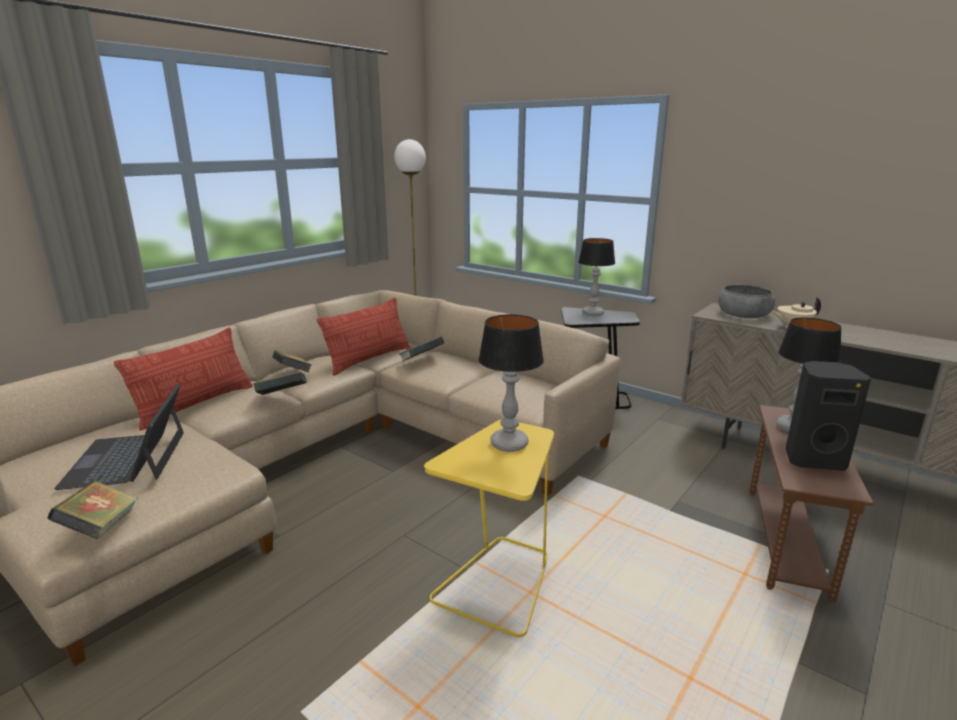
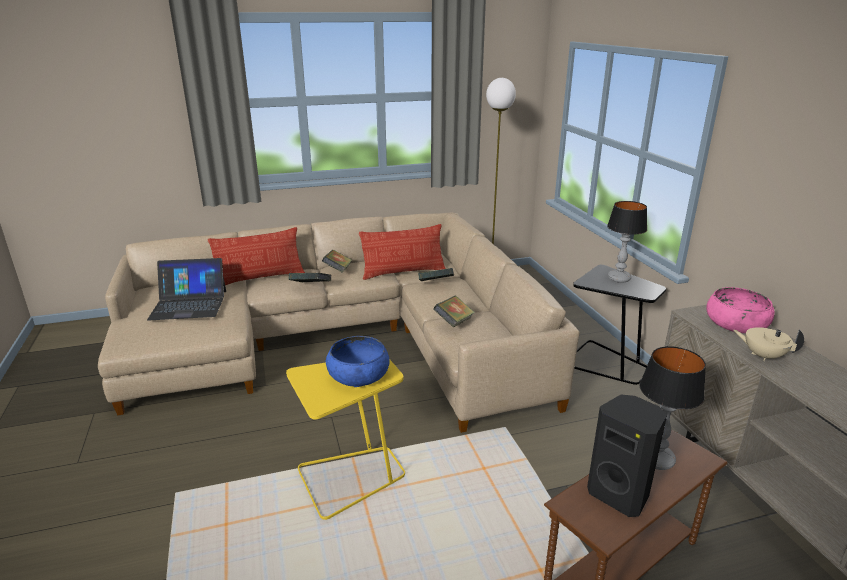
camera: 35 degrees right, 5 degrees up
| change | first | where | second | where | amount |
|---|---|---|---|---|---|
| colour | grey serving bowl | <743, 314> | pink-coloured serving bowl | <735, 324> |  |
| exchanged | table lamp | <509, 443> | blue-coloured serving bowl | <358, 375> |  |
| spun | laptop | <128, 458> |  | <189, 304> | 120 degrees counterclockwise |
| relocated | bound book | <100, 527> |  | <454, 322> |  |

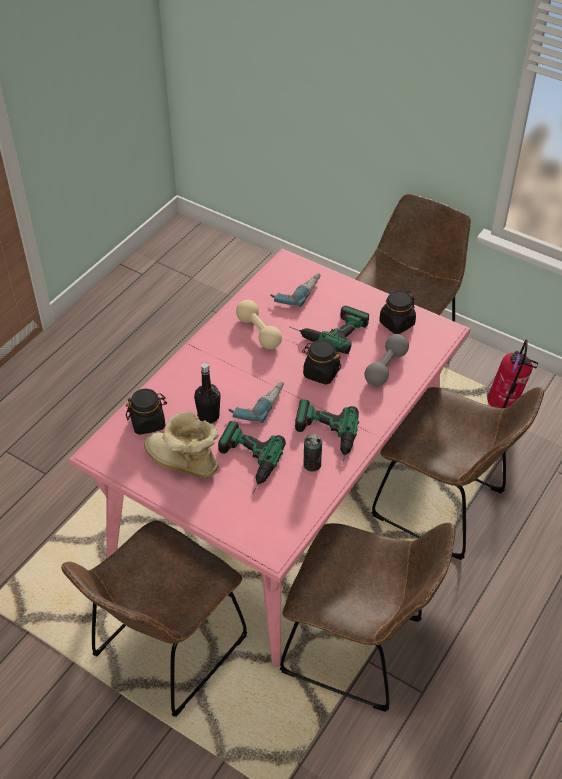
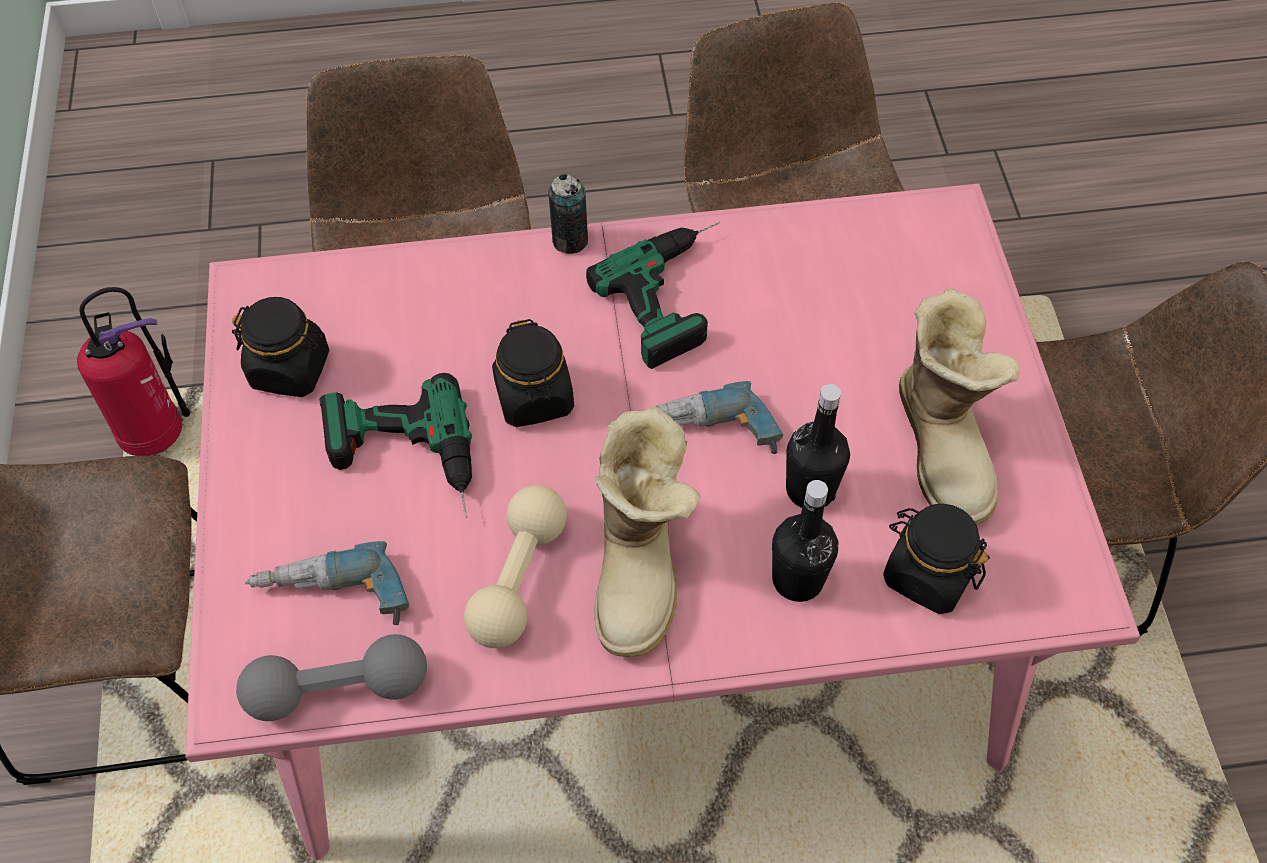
camera: 130 degrees left, 10 degrees up
| change | first | where | second | where | amount |
|---|---|---|---|---|---|
| relocated | grey hand weight | <386, 368> |  | <338, 689> |  |
| missing | drill | <245, 463> |  |  |  |
| relocated | metal can | <312, 464> |  | <570, 241> |  |
| appeared |  |  | high-top boot | <642, 565> |  |
| appeared |  |  | black-coloured beverage bottle | <797, 579> |  |

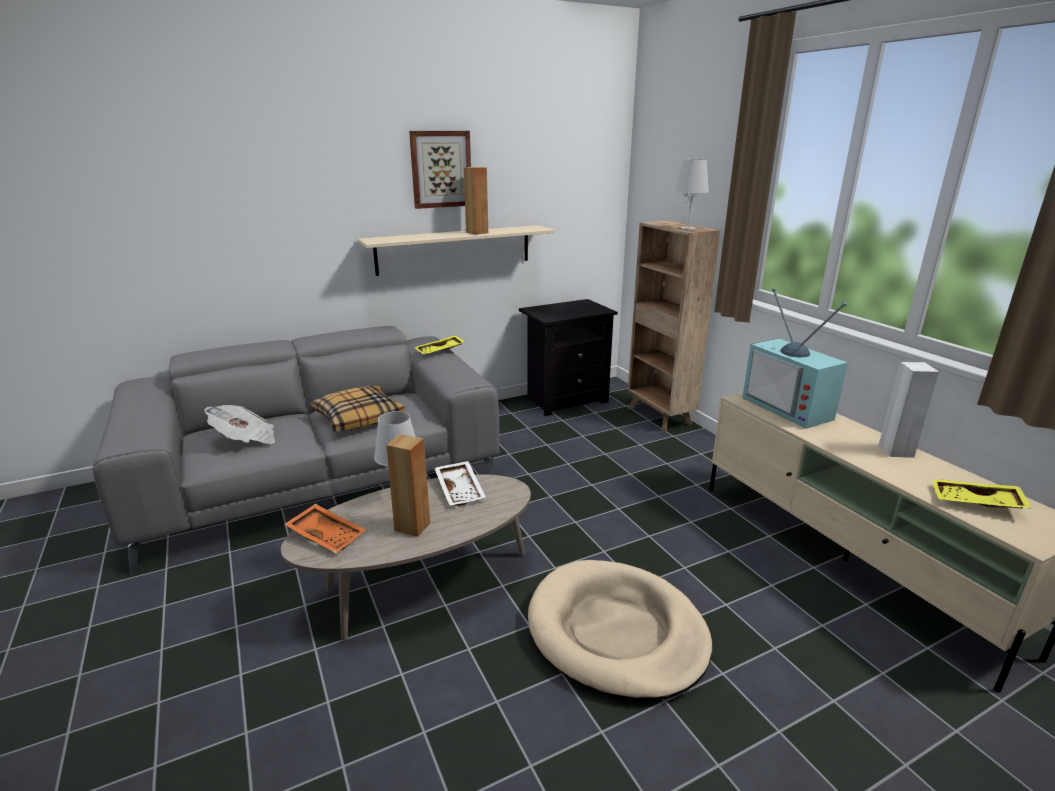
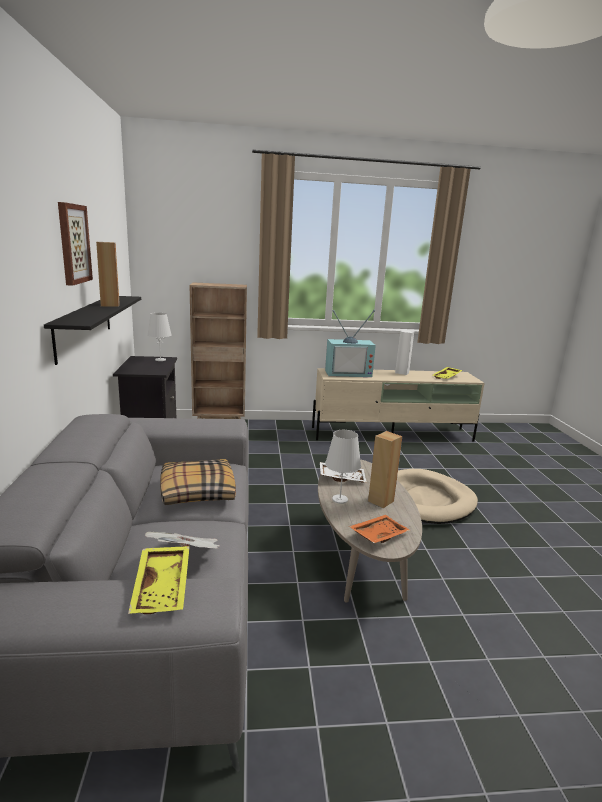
camera: 70 degrees left, 5 degrees down
| change | first | where | second | where | amount |
|---|---|---|---|---|---|
| relocated | white-coloured table lamp | <688, 228> |  | <160, 360> |  |
| colour | beige-coloured wall shelf | <454, 249> | black-coloured wall shelf | <84, 325> |  |
| relocated | yellow-coloured tray | <440, 351> |  | <163, 587> |  |

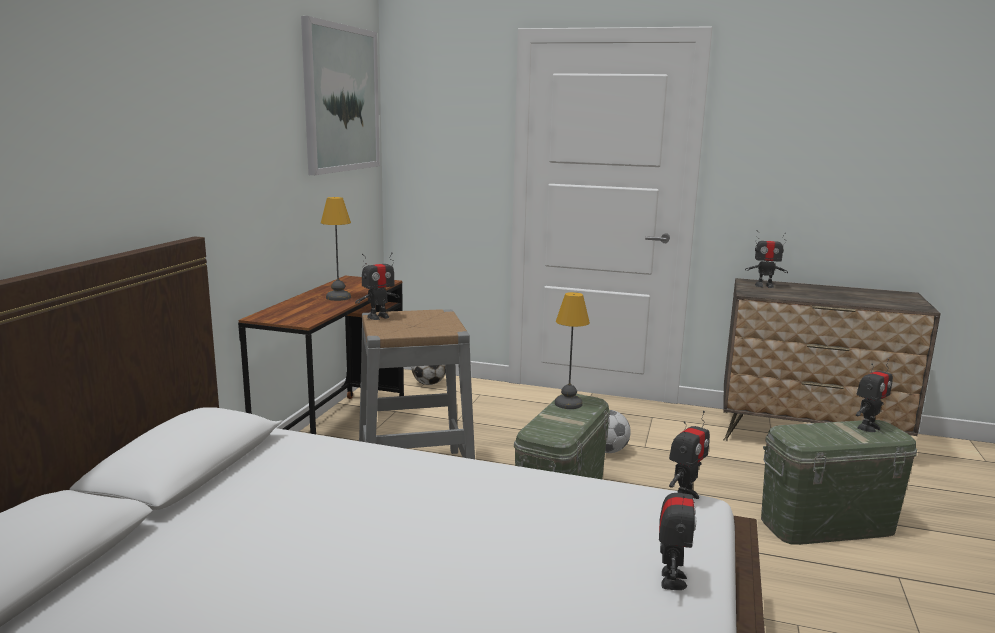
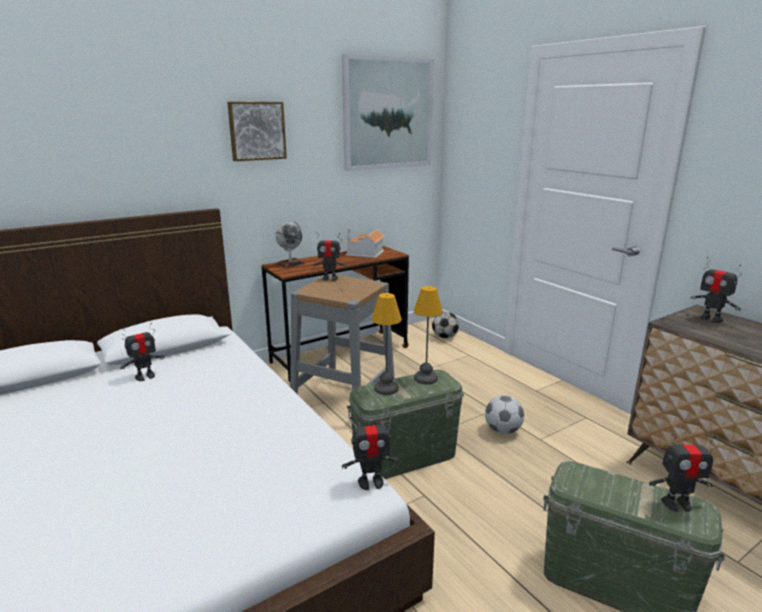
camera: 40 degrees right, 5 degrees up
| change | first | where | second | where | amount |
|---|---|---|---|---|---|
| relocated | table lamp | <338, 297> |  | <386, 388> |  |
| relocated | model robot | <671, 579> |  | <145, 376> |  |
| appeared |  |  | wall art | <256, 131> |  |
| appeared |  |  | world globe | <290, 264> |  |
| appeared |  |  | model house | <365, 253> |  |

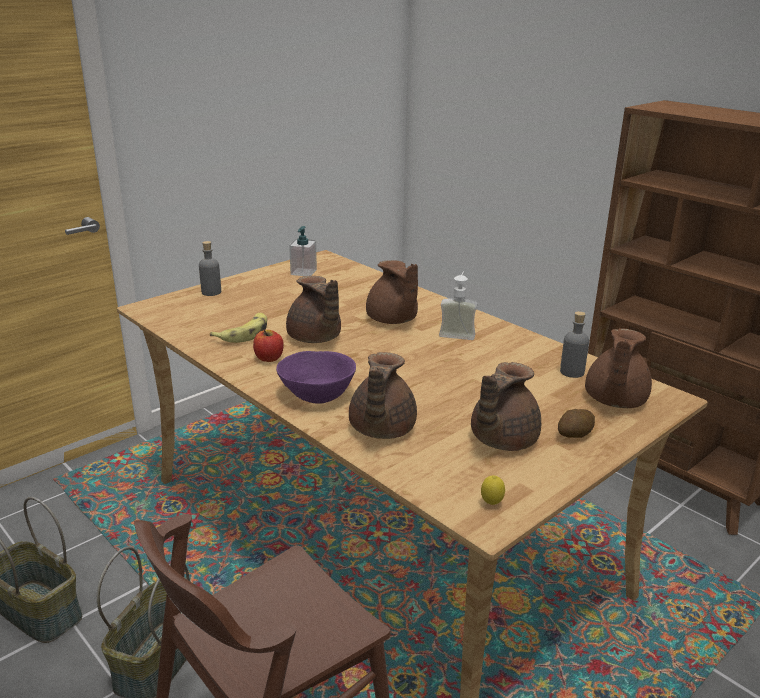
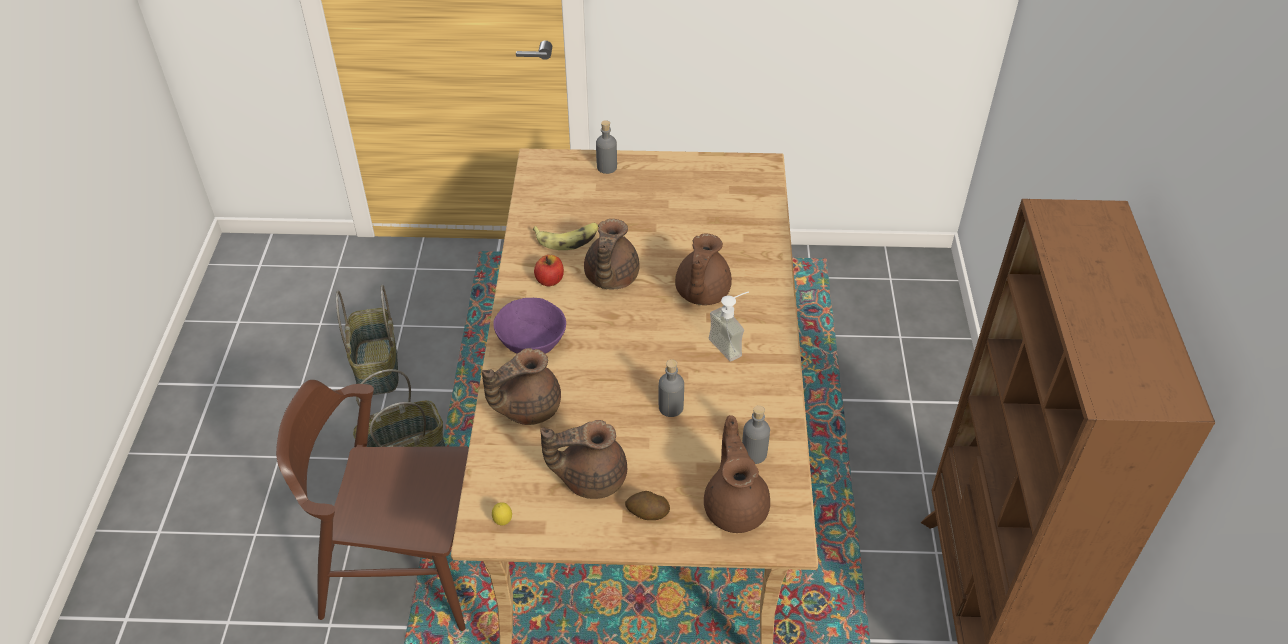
camera: 45 degrees right, 20 degrees up
| change | first | where | second | where | amount |
|---|---|---|---|---|---|
| missing | liquid soap bottle | <303, 272> |  |  |  |
| spun | brown-coloured teapot | <614, 400> |  | <736, 506> | 105 degrees clockwise |
| appeared |  |  | grey beverage bottle | <670, 407> |  |

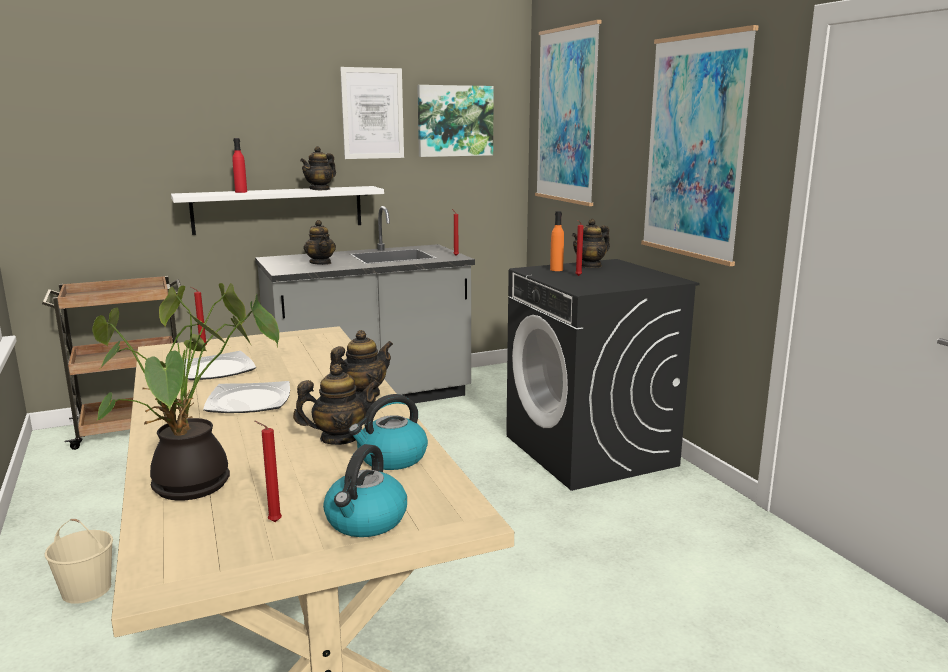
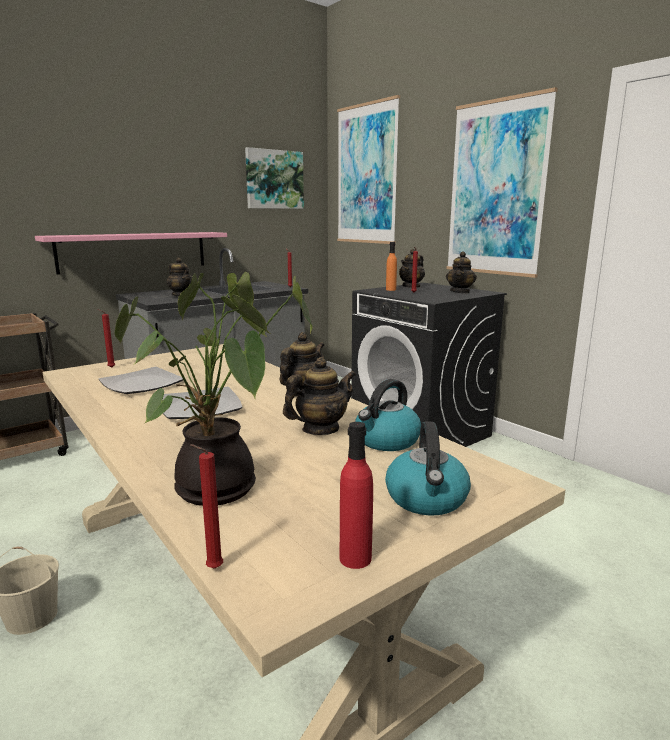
camera: 15 degrees left, 0 degrees up
| change | first | where | second | where | amount |
|---|---|---|---|---|---|
| missing | wall art | <372, 113> |  |  |  |
| relocated | red beverage bottle | <241, 192> |  | <355, 558> |  |
| relocated | teapot | <320, 189> |  | <460, 292> |  |
| colour | white-coloured wall shelf | <278, 209> | pink-coloured wall shelf | <134, 251> |  |
| relocated | red candle | <272, 522> |  | <212, 569> |  |

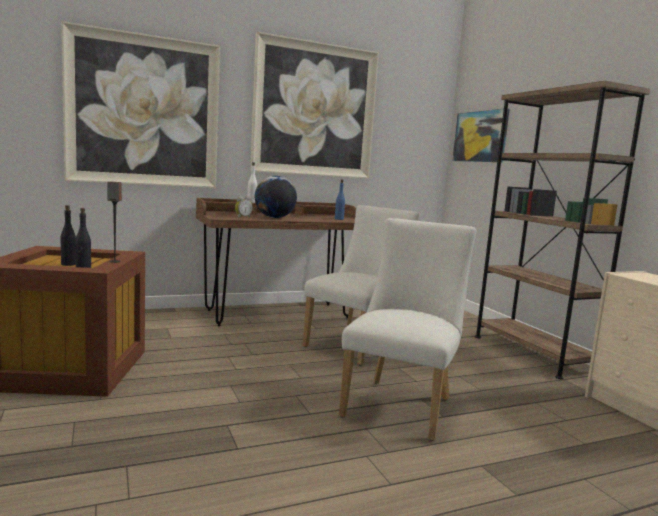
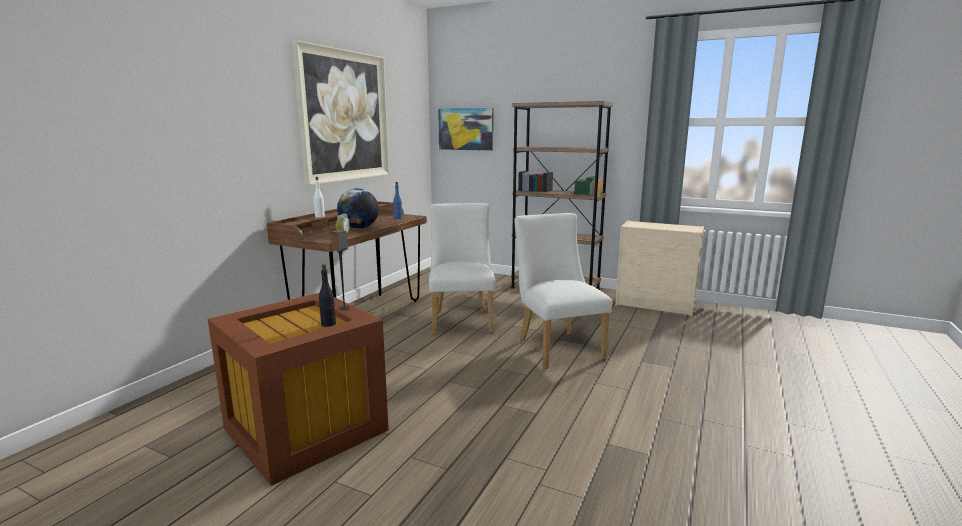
camera: 40 degrees left, 5 degrees up
| change | first | where | second | where | amount |
|---|---|---|---|---|---|
| missing | wall art | <144, 111> |  |  |  |
| missing | black-coloured beverage bottle | <68, 264> |  |  |  |

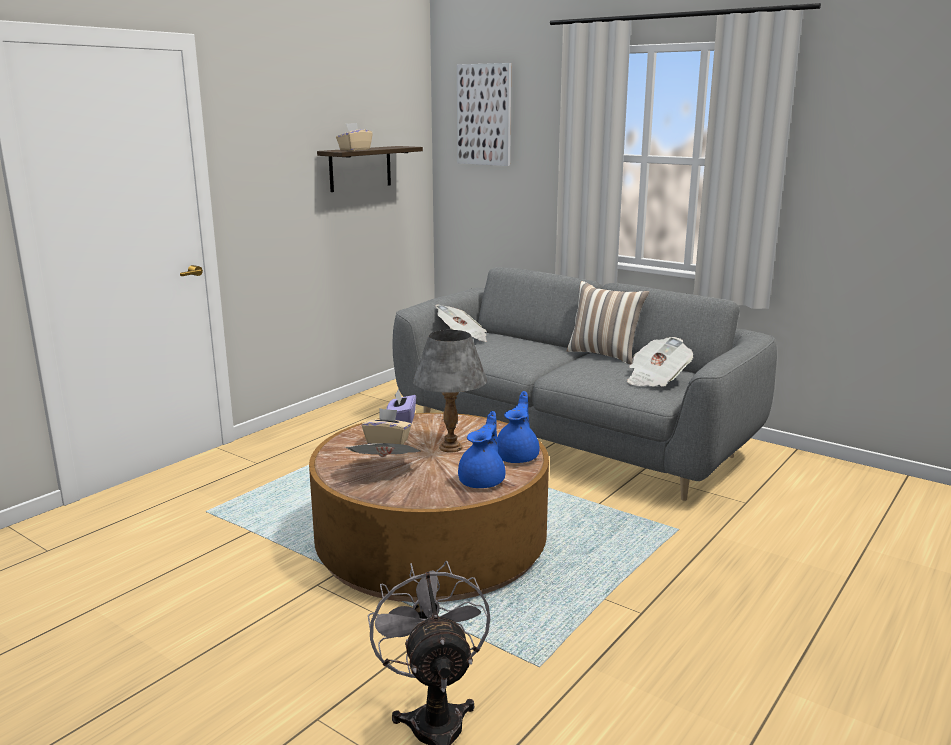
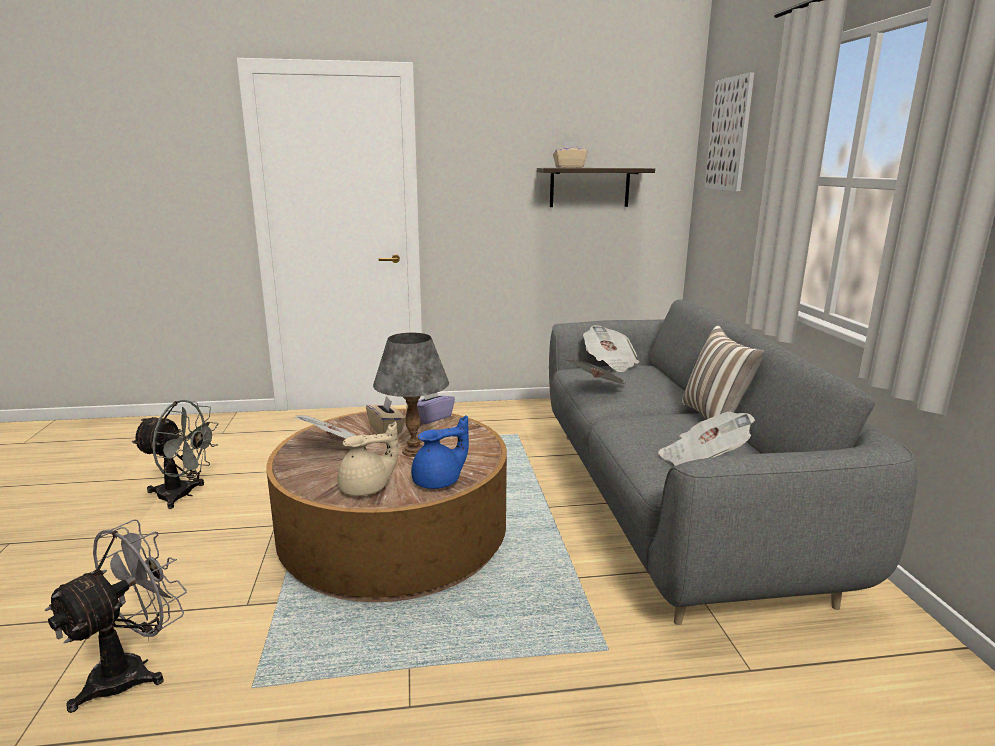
camera: 45 degrees right, 0 degrees up
| change | first | where | second | where | amount |
|---|---|---|---|---|---|
| colour | blue-coloured teapot | <483, 481> | beige-coloured teapot | <367, 489> |  |
| appeared |  |  | newspaper | <597, 388> |  |
| appeared |  |  | grey cooling fan | <183, 495> |  |

